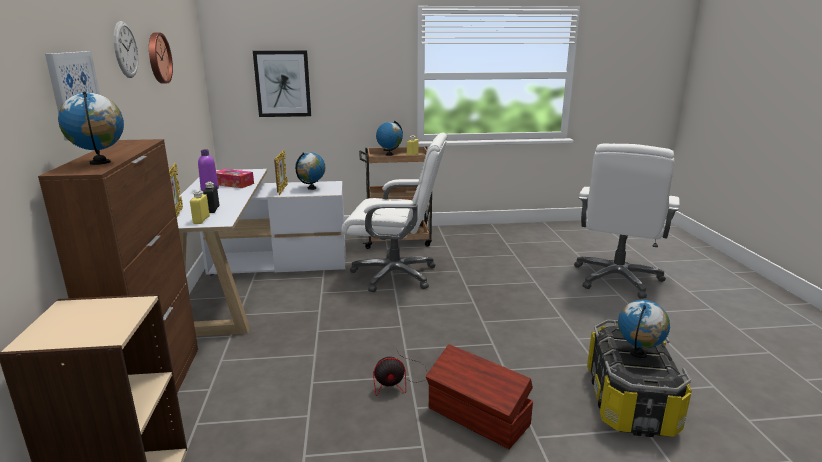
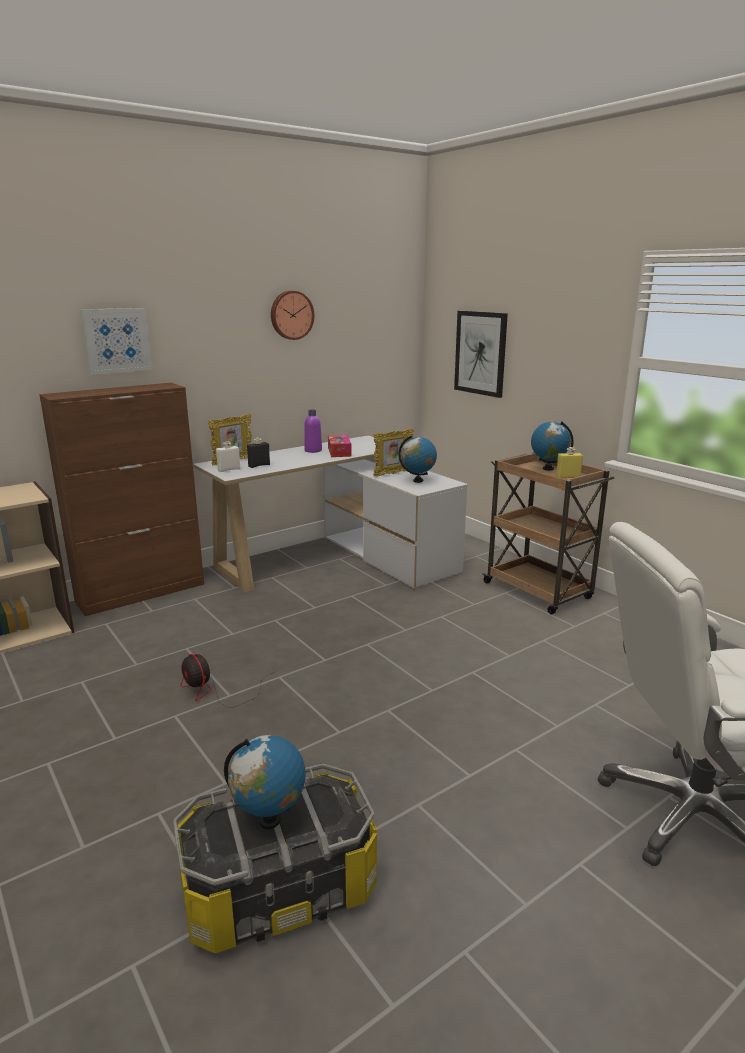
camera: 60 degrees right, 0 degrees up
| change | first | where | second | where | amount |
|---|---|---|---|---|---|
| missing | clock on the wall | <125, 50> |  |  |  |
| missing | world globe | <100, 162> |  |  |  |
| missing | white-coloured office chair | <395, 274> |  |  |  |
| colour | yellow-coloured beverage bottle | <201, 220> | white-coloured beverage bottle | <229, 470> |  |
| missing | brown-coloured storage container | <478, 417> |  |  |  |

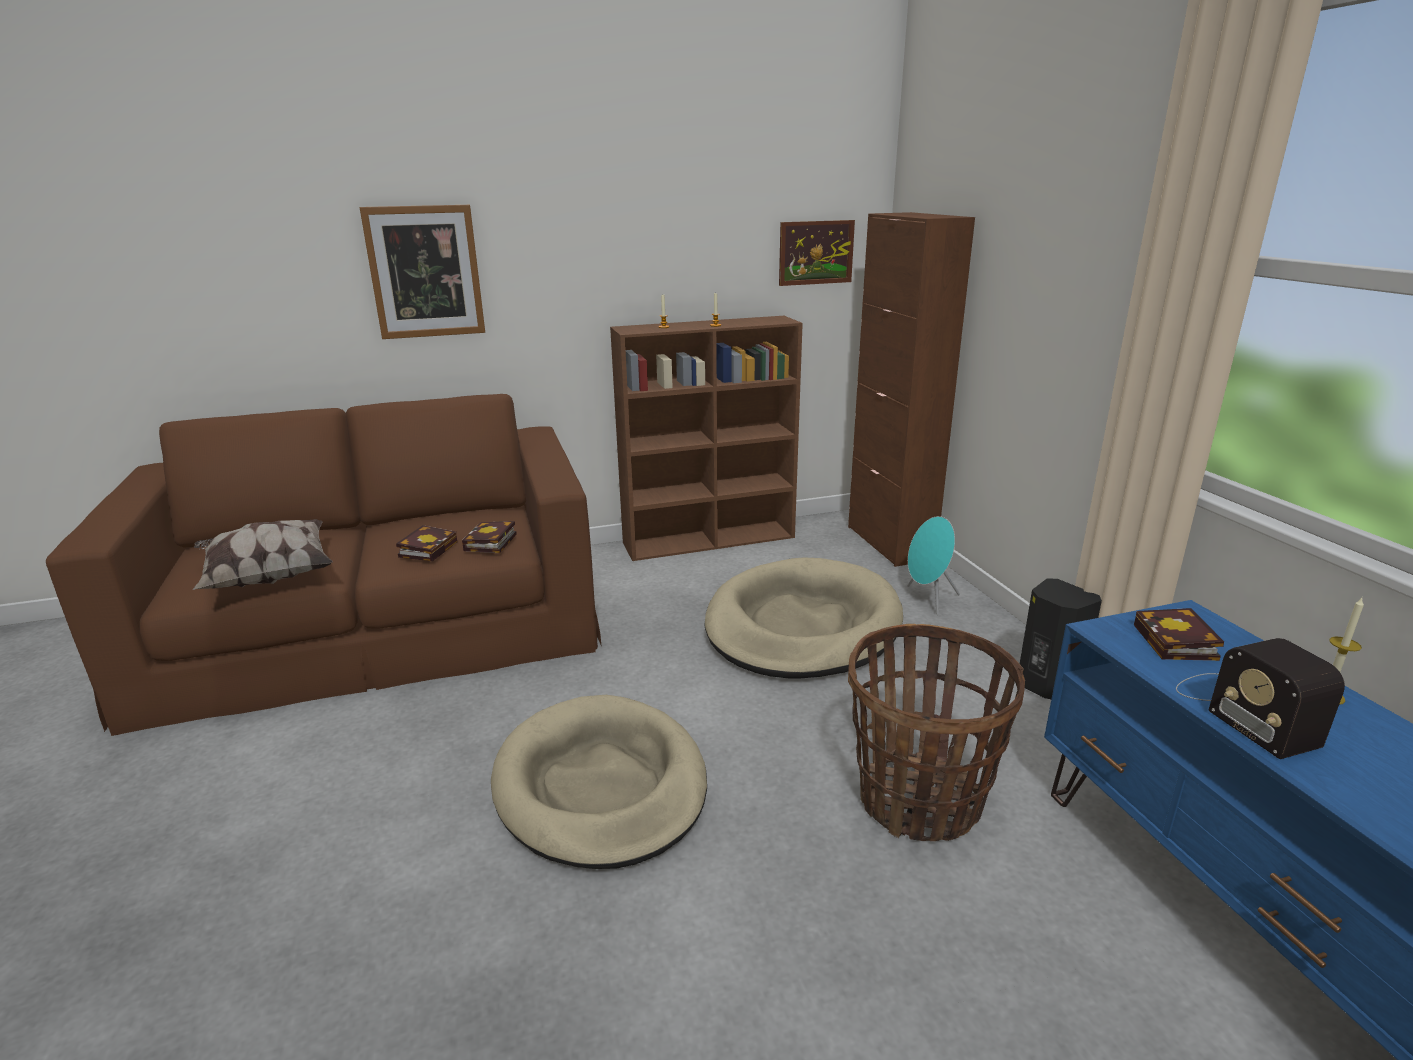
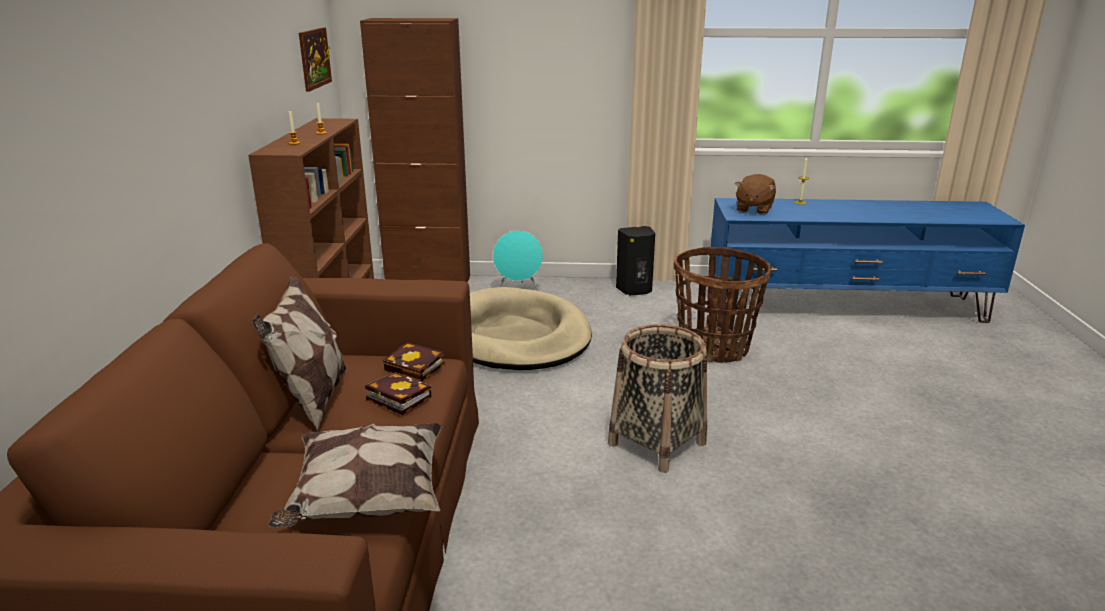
camera: 70 degrees left, 0 degrees up
| change | first | where | second | where | amount |
|---|---|---|---|---|---|
| missing | wall art | <425, 272> |  |  |  |
| exchanged | bound book | <1178, 644> | brown-coloured soft toy | <753, 209> |  |
| missing | radio receiver | <1242, 709> |  |  |  |
| exchanged | beige-coloured pet bed | <600, 786> | storage basket | <657, 443> |  |
| appeared |  |  | cushion | <312, 400> |  |

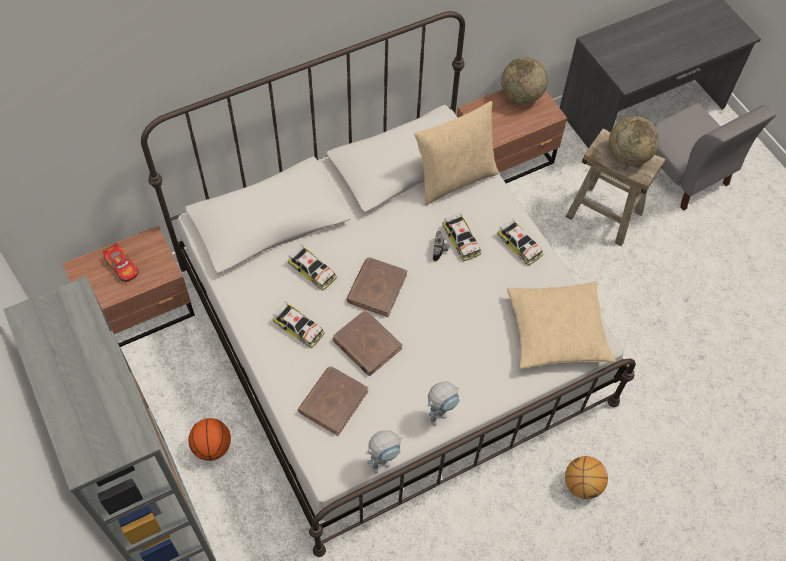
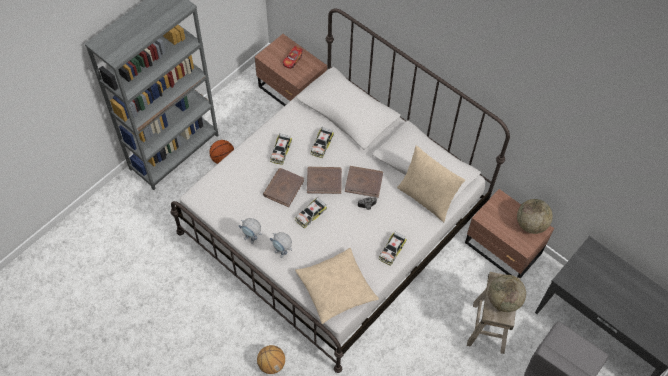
camera: 70 degrees right, 0 degrees up
| change | first | where | second | where | amount |
|---|---|---|---|---|---|
| relocated | miniature car | <461, 240> |  | <310, 214> |  |
| relocated | brown-coloured bound book | <333, 401> |  | <364, 182> |  |
| relocated | model robot | <384, 462> |  | <282, 254> |  |

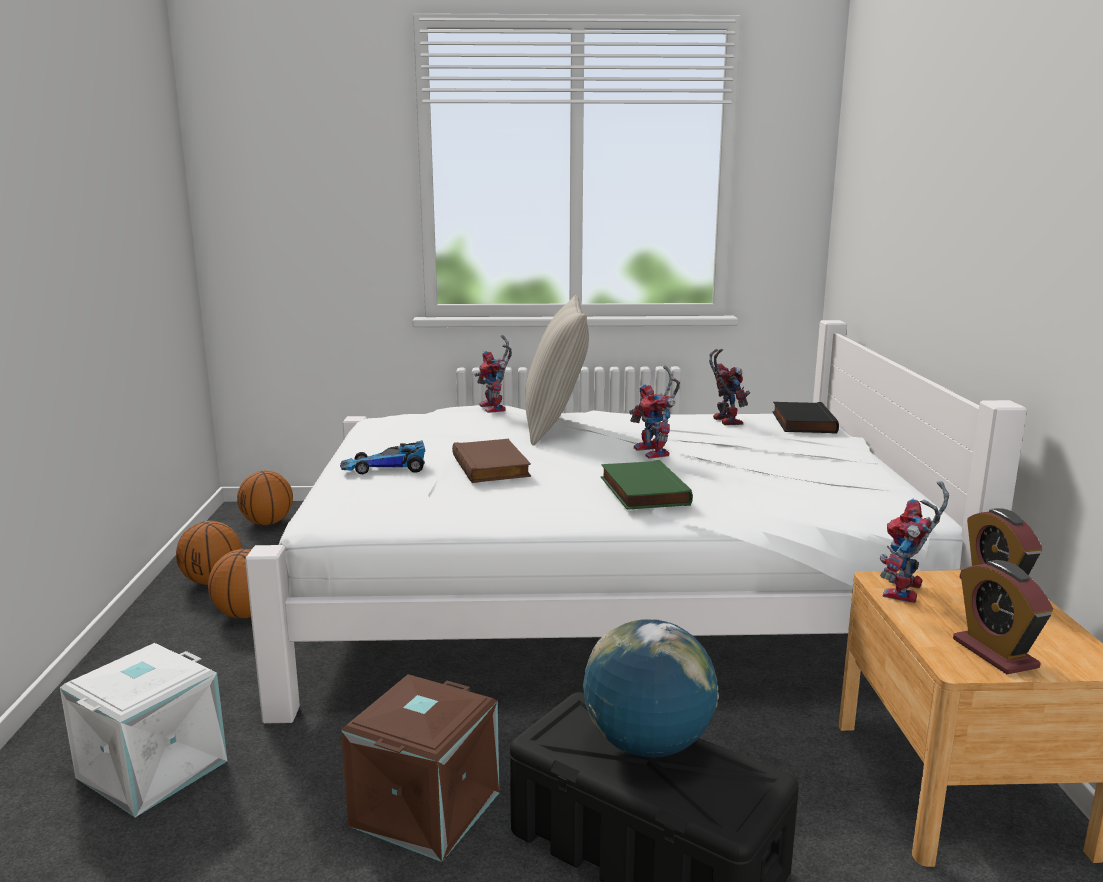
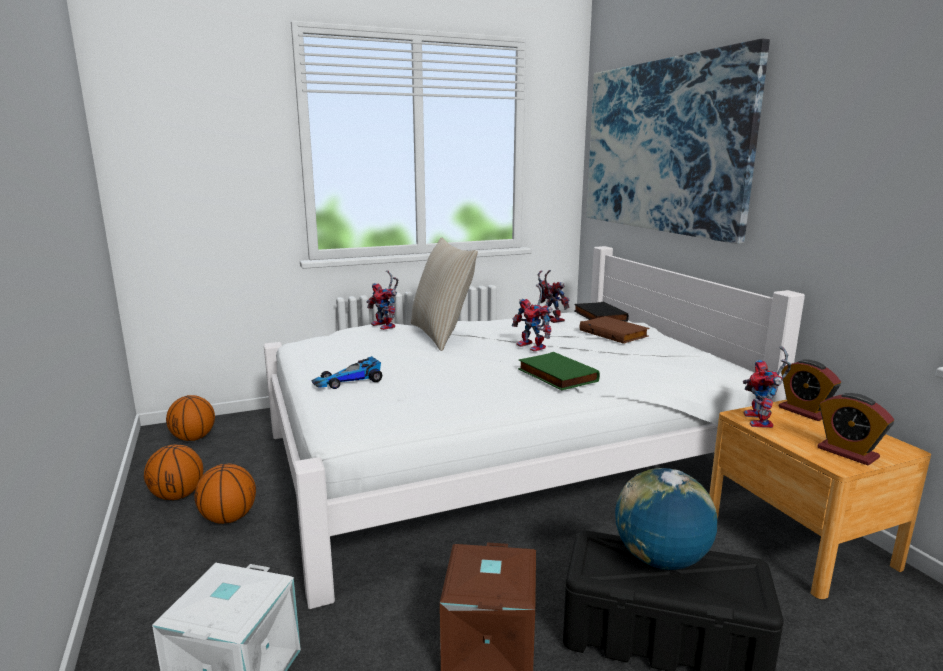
camera: 20 degrees left, 0 degrees up
| change | first | where | second | where | amount |
|---|---|---|---|---|---|
| relocated | brown-coloured bound book | <493, 466> |  | <614, 333> |  |
| appeared |  |  | wall art | <662, 147> |  |

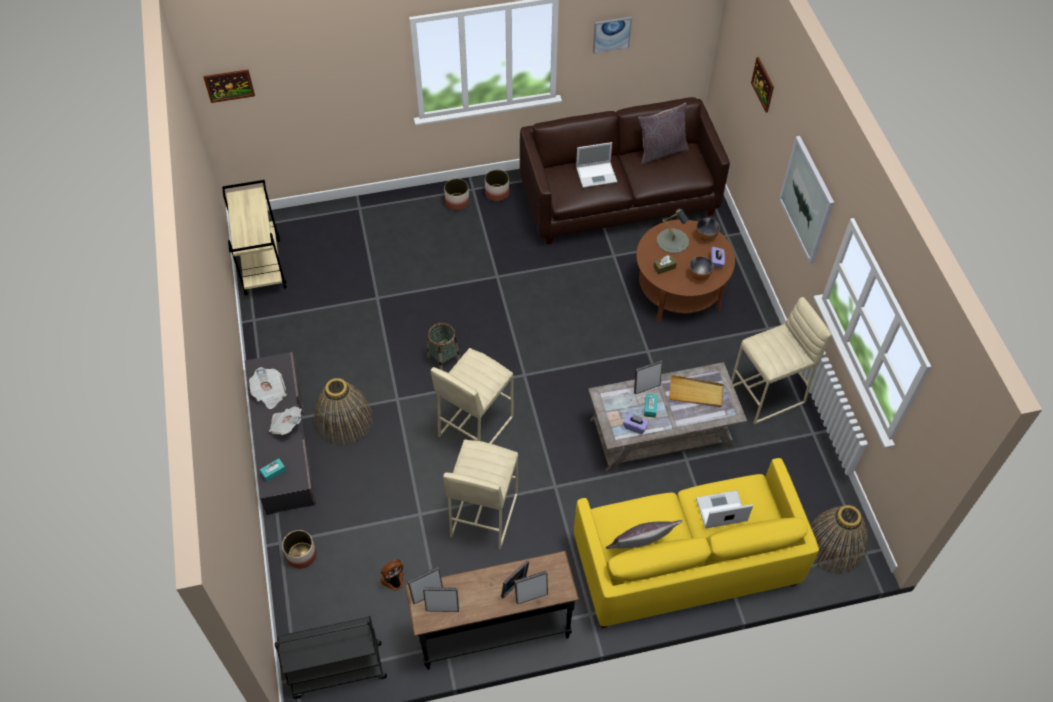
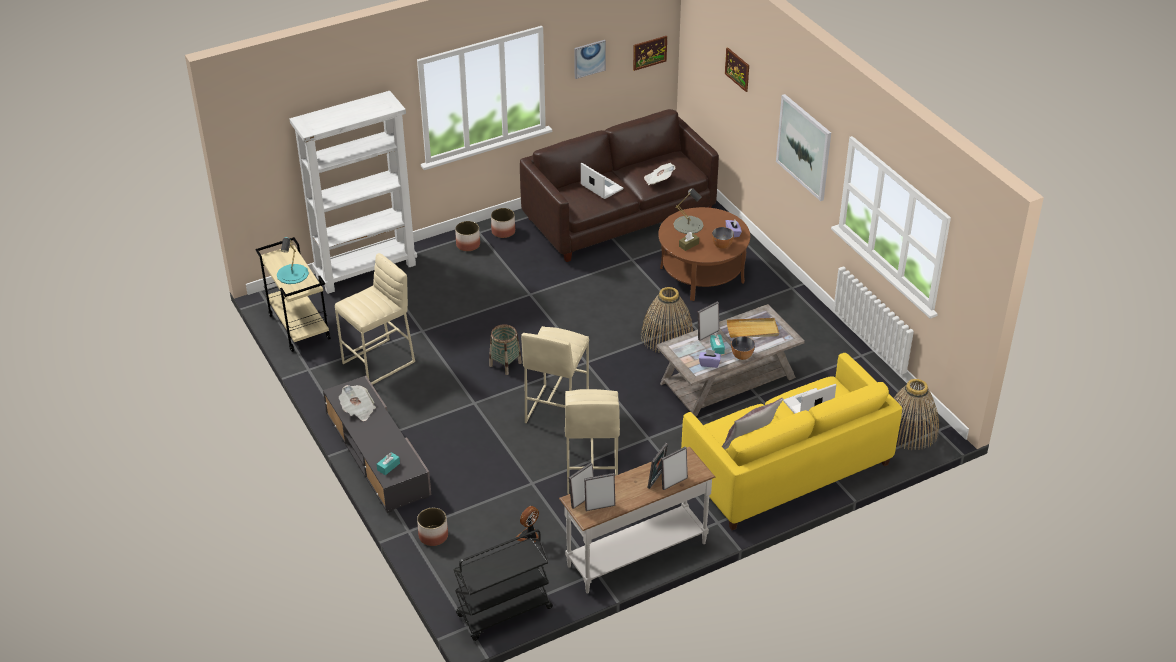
camera: 15 degrees left, 15 degrees down
| change | first | where | second | where | amount |
|---|---|---|---|---|---|
| relocated | wall art | <229, 85> |  | <649, 52> |  |
| missing | grey cushion | <661, 151> |  |  |  |
| spun | laptop | <597, 174> |  | <601, 187> | 105 degrees counterclockwise |
| relocated | serving bowl | <705, 237> |  | <742, 356> |  |
| relocated | beige-coloured stool seat | <768, 395> |  | <379, 362> |  |
| relocated | storage basket | <344, 420> |  | <667, 336> |  |
| relocated | newspaper | <286, 425> |  | <658, 181> |  |
| colour | black-coloured console table | <493, 631> | white-coloured console table | <636, 553> |  |
| appeared |  |  | white-coloured bookshelf | <366, 270> |  |
| appeared |  |  | turquoise-coloured table lamp | <292, 274> |  |

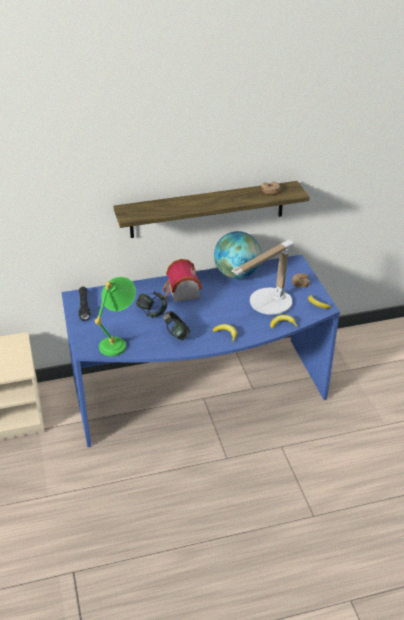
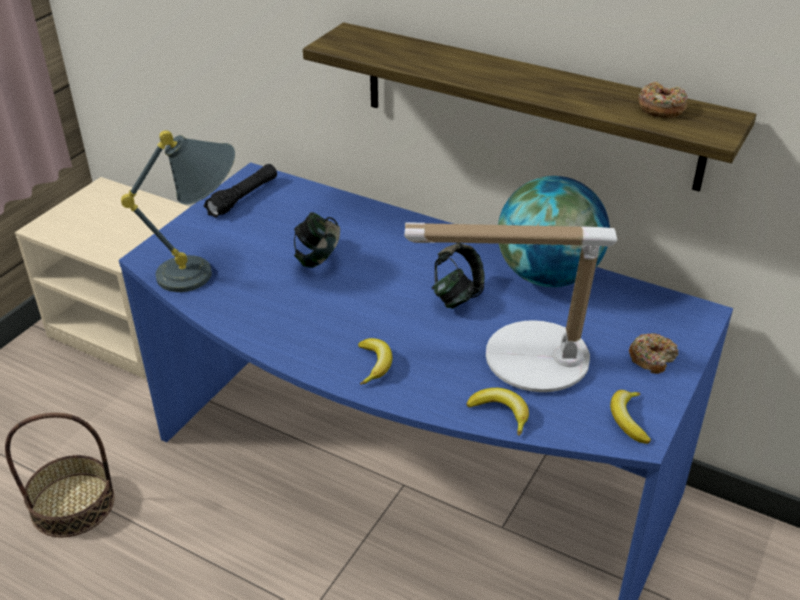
camera: 45 degrees right, 0 degrees up
| change | first | where | second | where | amount |
|---|---|---|---|---|---|
| missing | model house | <182, 293> |  |  |  |
| colour | green-coloured table lamp | <118, 341> | grey table lamp | <205, 272> |  |
| relocated | headphones | <176, 334> |  | <457, 295> |  |
| appeared |  |  | storage basket | <73, 504> |  |

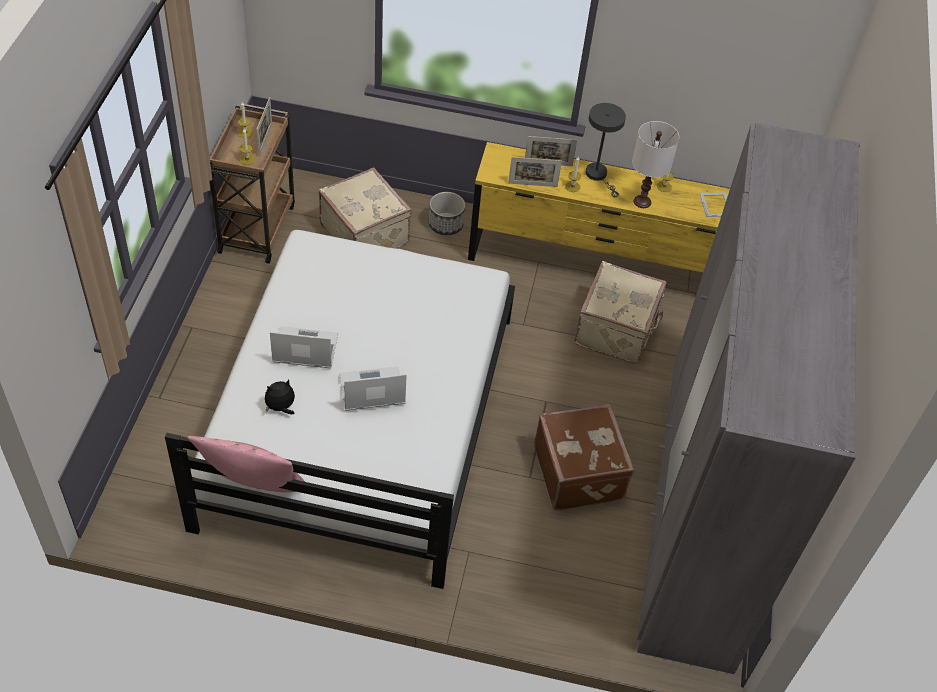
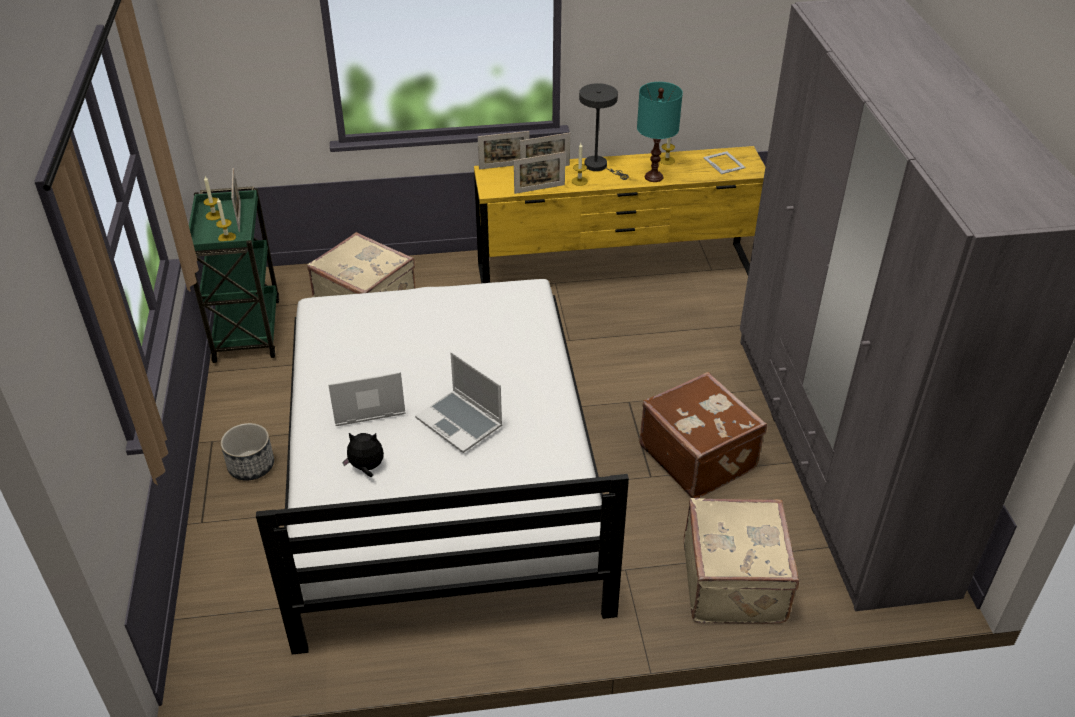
camera: 15 degrees left, 10 degrees down
| change | first | where | second | where | amount |
|---|---|---|---|---|---|
| colour | brown-coloured wheeled cart | <257, 227> | green-coloured wheeled cart | <247, 328> |  |
| colour | white-coloured table lamp | <642, 202> | turquoise-coloured table lamp | <653, 177> |  |
| relocated | plant pot | <445, 224> |  | <251, 466> |  |
| relocated | beige-coloured piece of luggage | <617, 330> |  | <735, 582> |  |
| spun | laptop | <371, 391> |  | <460, 422> | 105 degrees counterclockwise |
| spun | soft toy | <281, 407> |  | <366, 468> | 45 degrees clockwise |
| missing | pink-coloured cushion | <254, 487> |  |  |  |
| appeared |  |  | standing frame | <504, 166> |  |

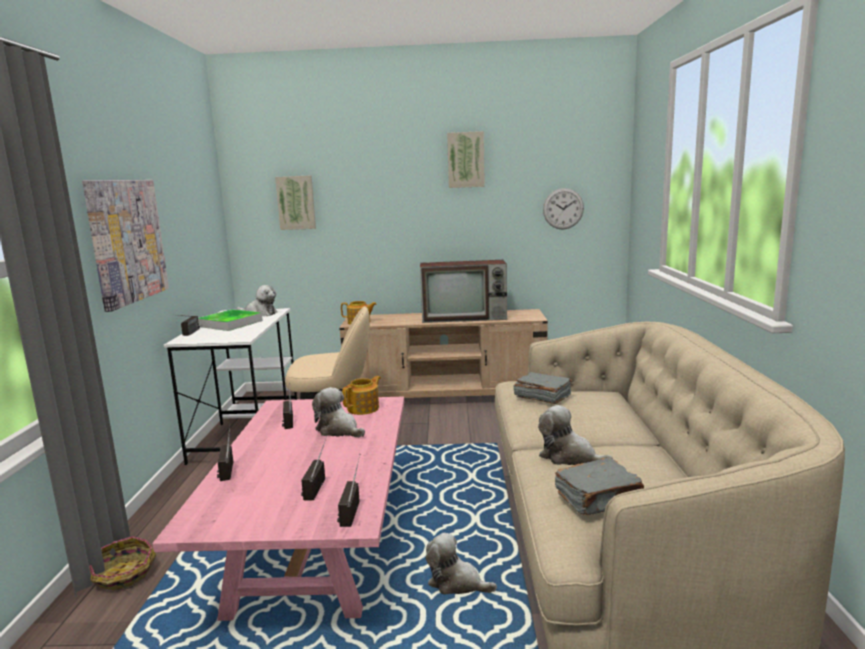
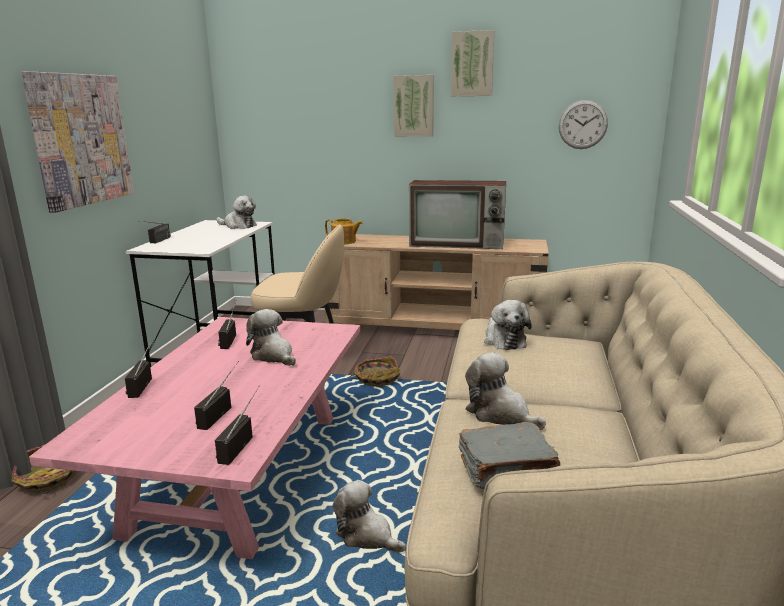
camera: 10 degrees right, 5 degrees up
| change | first | where | second | where | amount |
|---|---|---|---|---|---|
| relocated | wall art | <296, 202> |  | <414, 106> |  |
| missing | tray | <230, 323> |  |  |  |
| exchanged | grey bound book | <542, 397> | soft toy | <504, 340> |  |
| missing | teapot | <364, 408> |  |  |  |
| appeared |  |  | storage basket | <376, 379> |  |

